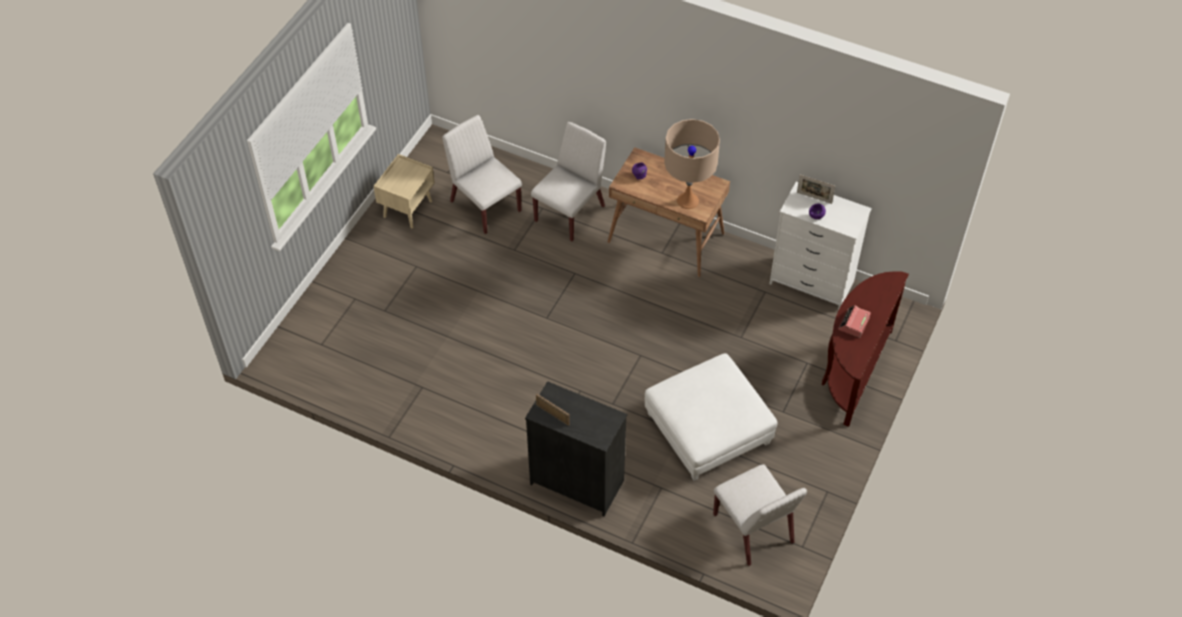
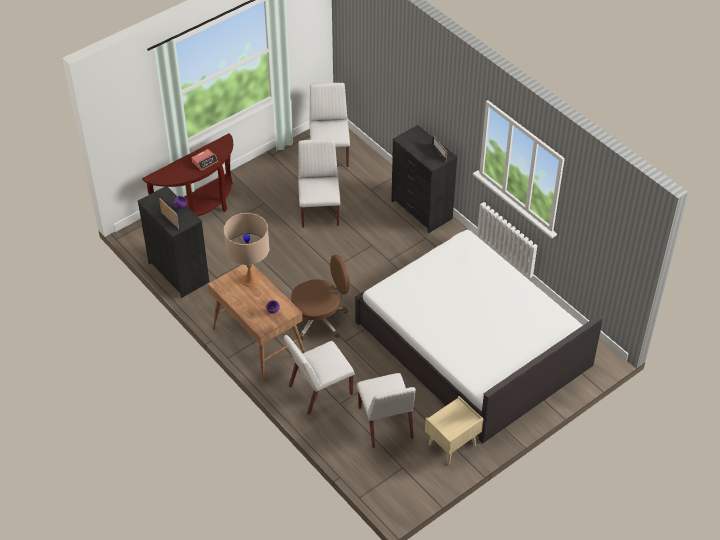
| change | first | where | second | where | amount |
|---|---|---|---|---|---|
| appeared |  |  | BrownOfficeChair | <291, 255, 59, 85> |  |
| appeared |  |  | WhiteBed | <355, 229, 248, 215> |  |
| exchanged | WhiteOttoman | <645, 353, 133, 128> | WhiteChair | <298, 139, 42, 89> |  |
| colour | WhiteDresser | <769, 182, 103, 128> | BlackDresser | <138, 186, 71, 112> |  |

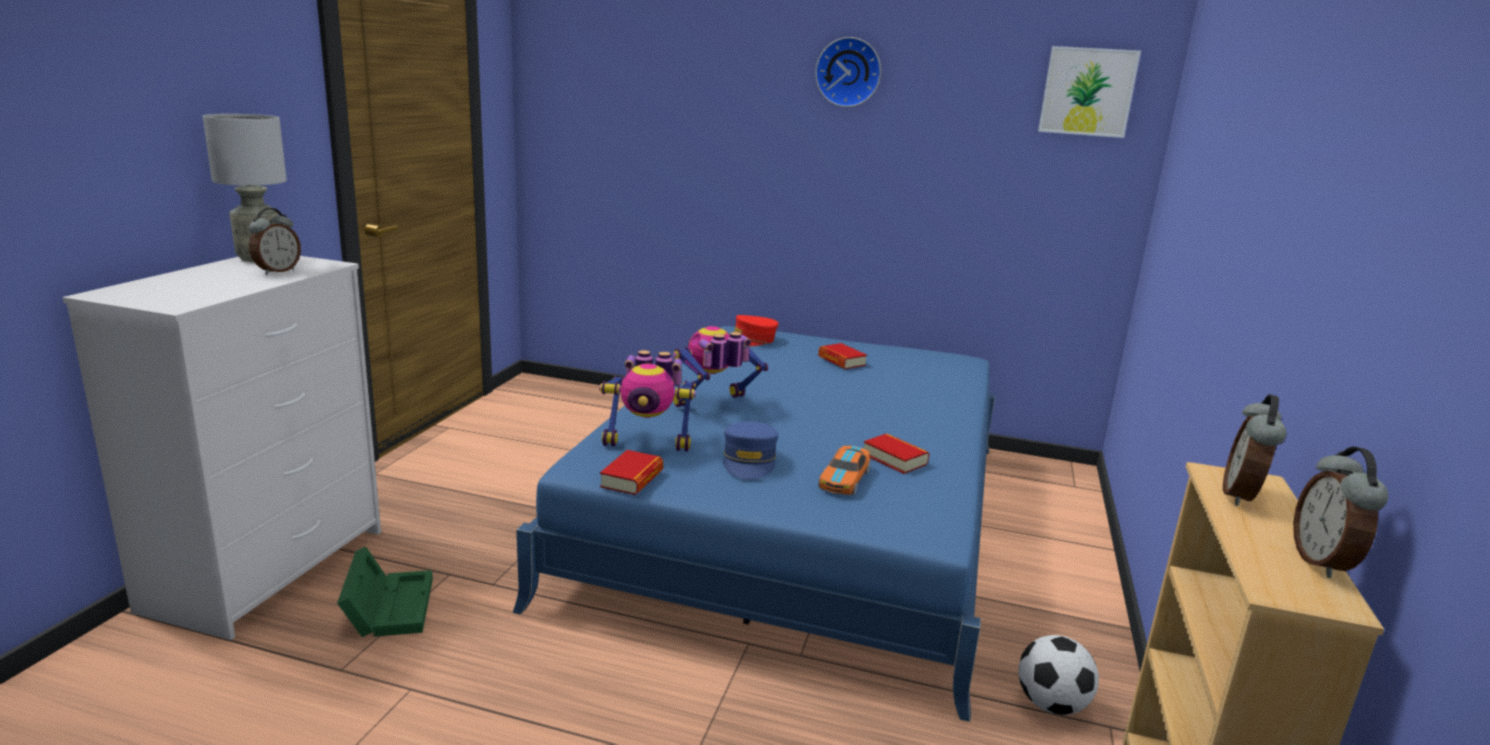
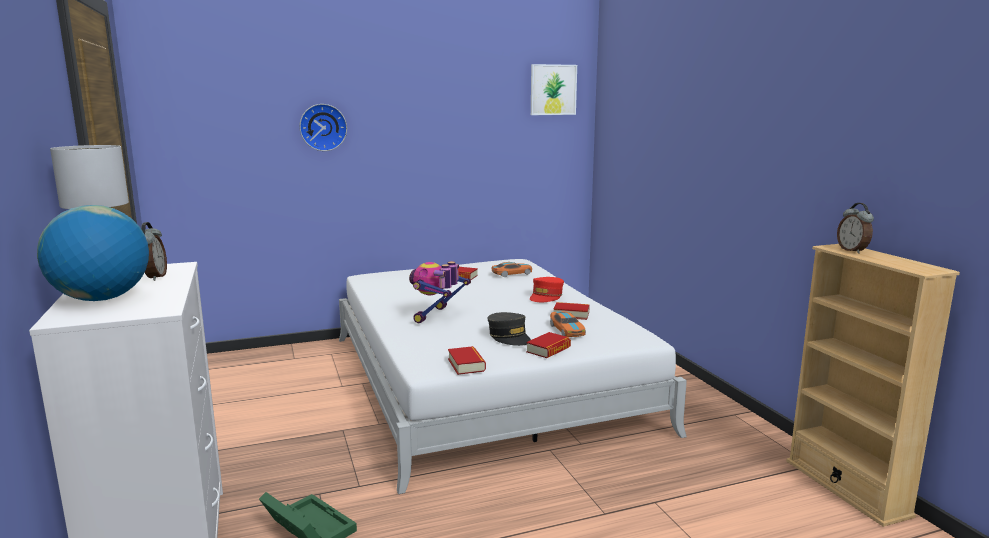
| change | first | where | second | where | amount |
|---|---|---|---|---|---|
| missing | ToyRobot | <599, 350, 97, 101> |  |  |  |
| missing | Football | <1018, 635, 81, 80> |  |  |  |
| missing | AlarmClock | <1293, 446, 95, 132> |  |  |  |
| appeared |  |  | Globe | <37, 205, 112, 96> |  |
| appeared |  |  | ToyCar | <492, 262, 40, 15> |  |
| appeared |  |  | Book | <526, 332, 45, 26> |  |
| relocated | RedCap | <734, 315, 45, 31> |  | <530, 277, 34, 25> |  |
| relocated | WallClock | <815, 37, 66, 70> |  | <299, 104, 48, 47> |  |
| colour | BlueBed | <513, 326, 482, 396> | WhiteBed | <339, 259, 348, 235> |  |
| colour | BlueCap | <723, 421, 55, 59> | GreyCap | <488, 312, 43, 34> |  |

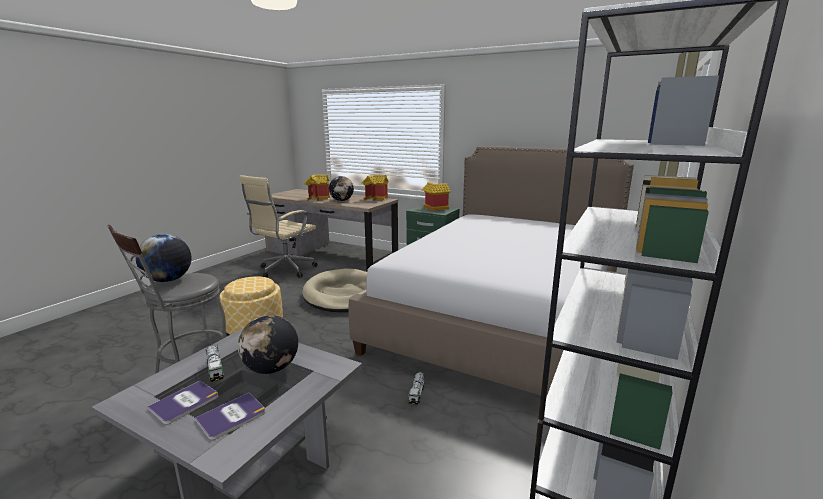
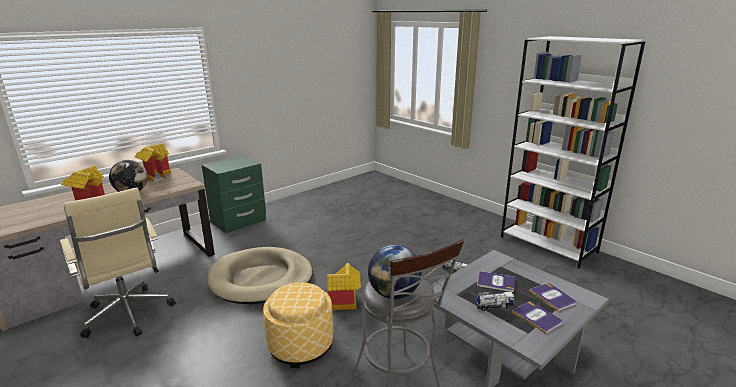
| change | first | where | second | where | amount |
|---|---|---|---|---|---|
| missing | Bed | <349, 146, 285, 251> |  |  |  |
| relocated | ToyHouse | <422, 182, 28, 29> |  | <327, 263, 34, 47> |  |
| exchanged | Globe | <238, 315, 60, 59> | Book | <477, 271, 38, 21> |  |

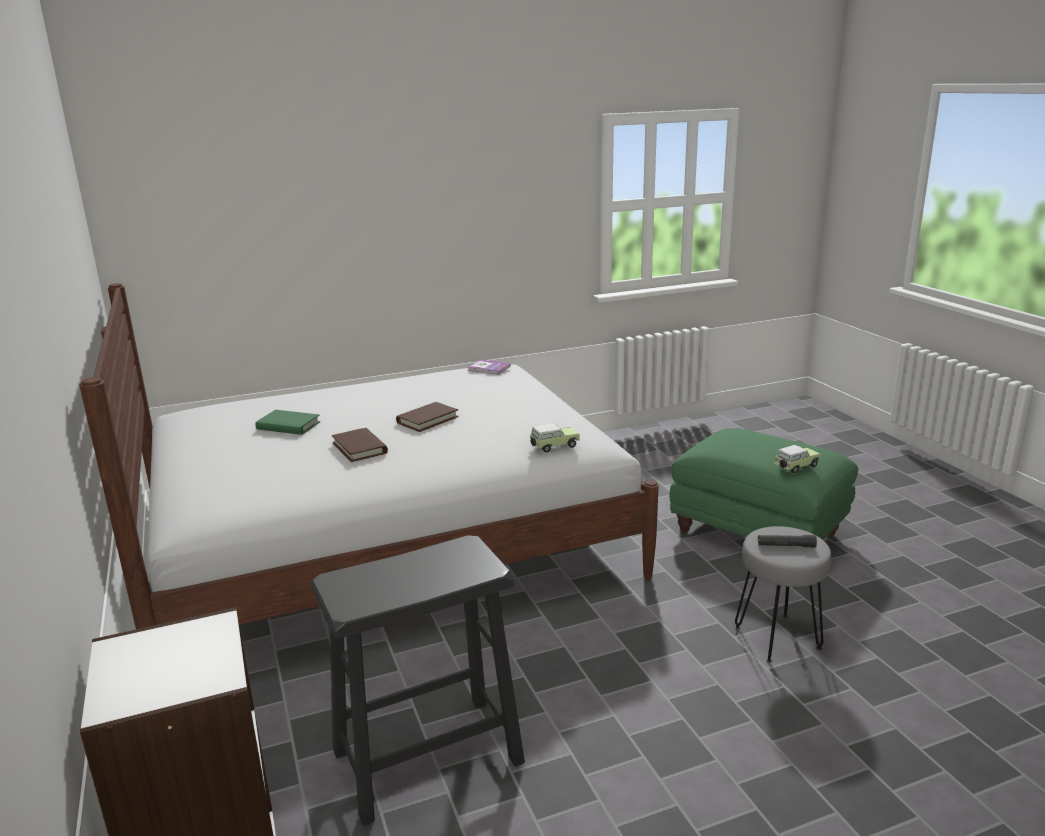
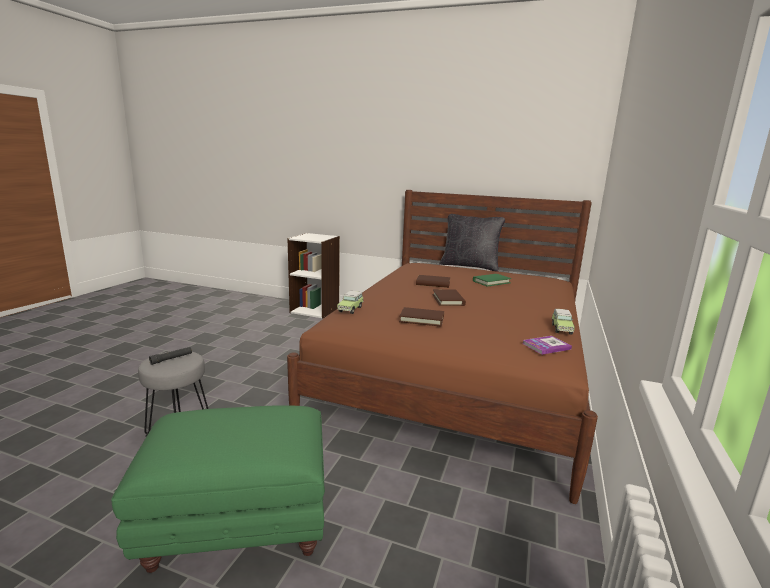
| change | first | where | second | where | amount |
|---|---|---|---|---|---|
| missing | BlackStool | <311, 535, 214, 291> |  |  |  |
| appeared |  |  | BrownBook | <399, 307, 45, 20> |  |
| appeared |  |  | BlackPillow | <439, 214, 66, 58> |  |
| relocated | ToyCar | <774, 445, 47, 28> |  | <552, 309, 23, 26> |  |
| colour | WhiteBed | <79, 283, 580, 346> | BrownBed | <287, 190, 311, 314> |  |

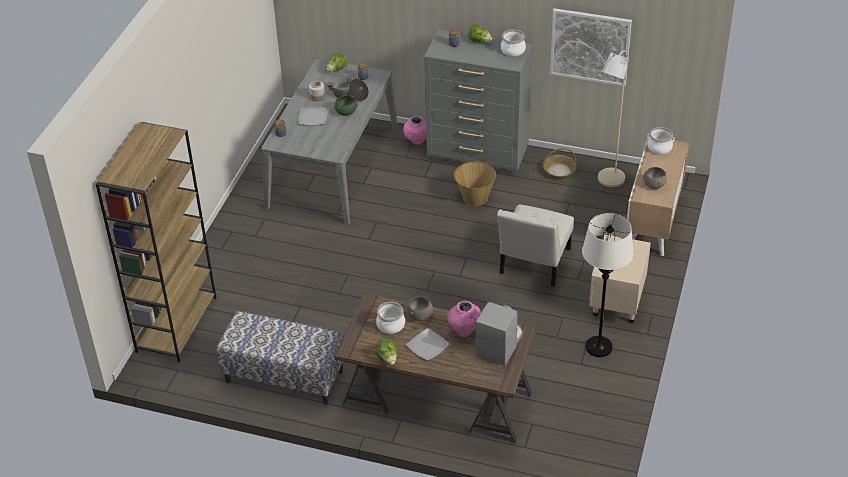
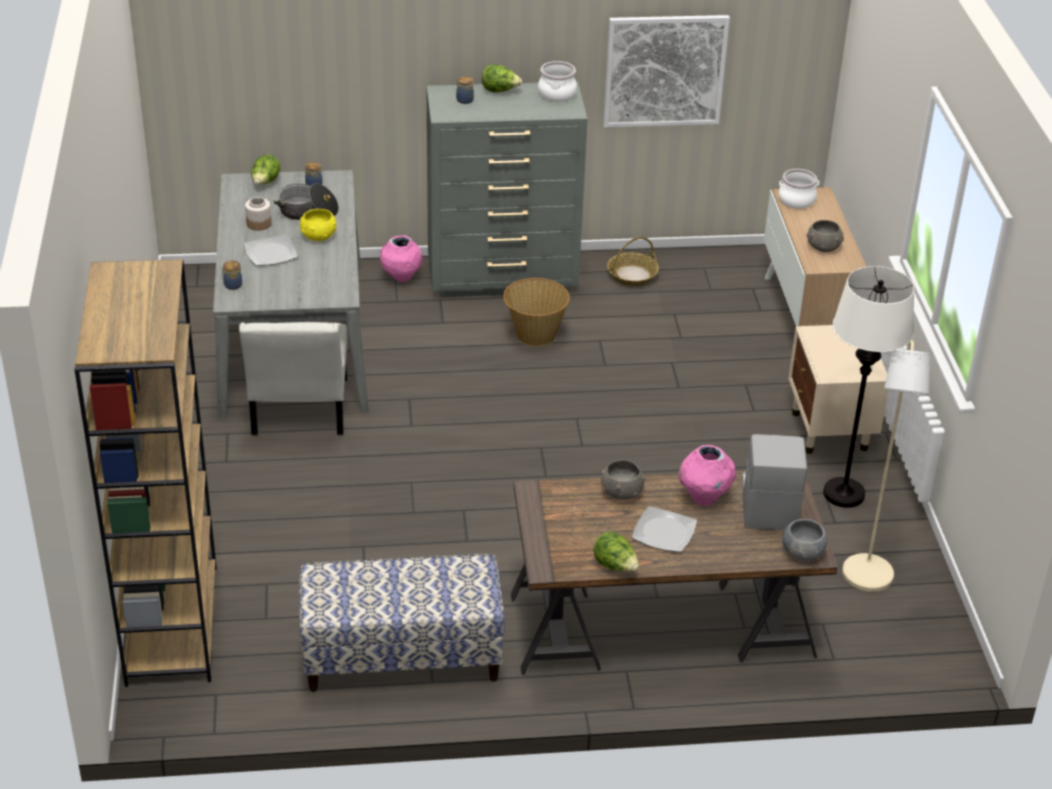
| change | first | where | second | where | amount |
|---|---|---|---|---|---|
| missing | CookingPot | <376, 302, 29, 32> |  |  |  |
| appeared |  |  | GreyBowl | <782, 519, 45, 41> |  |
| relocated | WhiteChair | <497, 204, 77, 83> |  | <239, 322, 109, 113> |  |
| relocated | BeigeFloorLamp | <598, 51, 31, 136> |  | <842, 340, 88, 252> |  |
| colour | GreenBowl | <334, 96, 24, 20> | YellowBowl | <300, 209, 36, 32> |  |

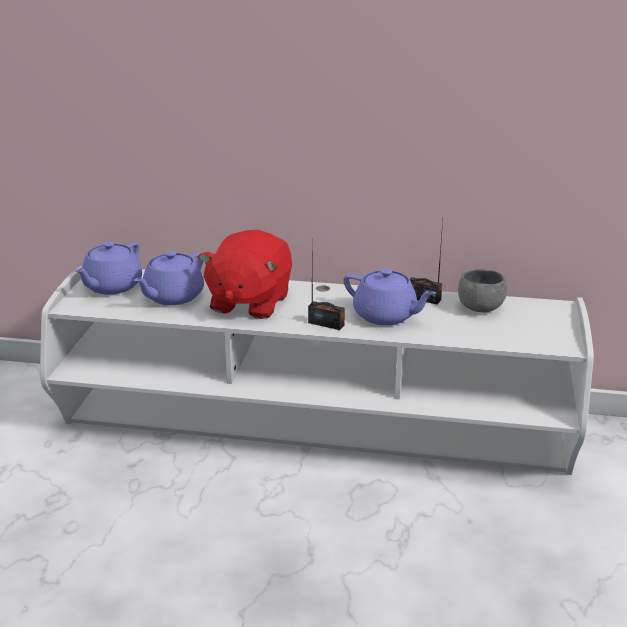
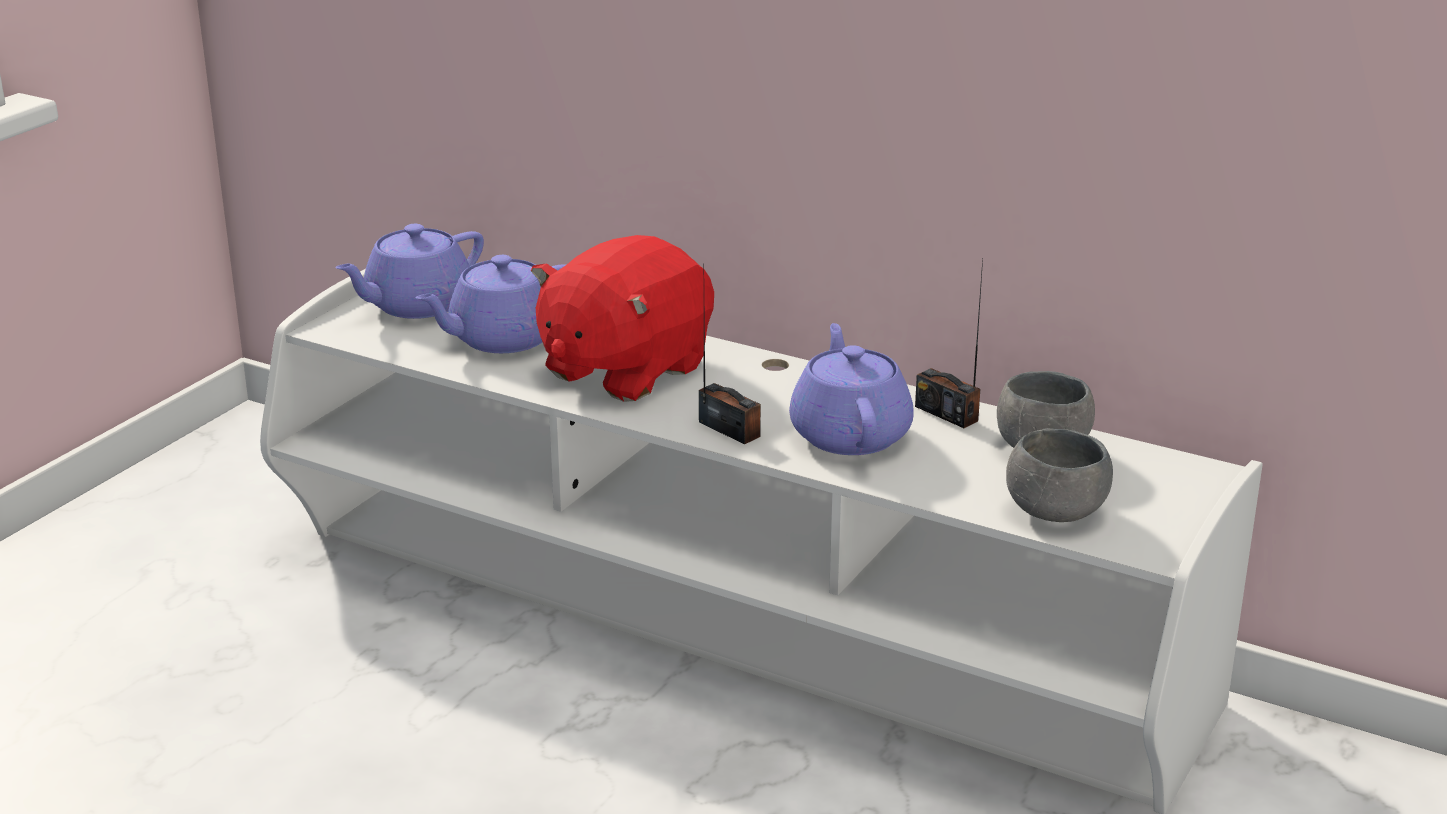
| change | first | where | second | where | amount |
|---|---|---|---|---|---|
| appeared |  |  | GreyBowl | <1006, 428, 107, 94> |  |
| spun | PurpleTeapot | <343, 269, 93, 56> |  | <789, 323, 125, 132> | 150 degrees counterclockwise |

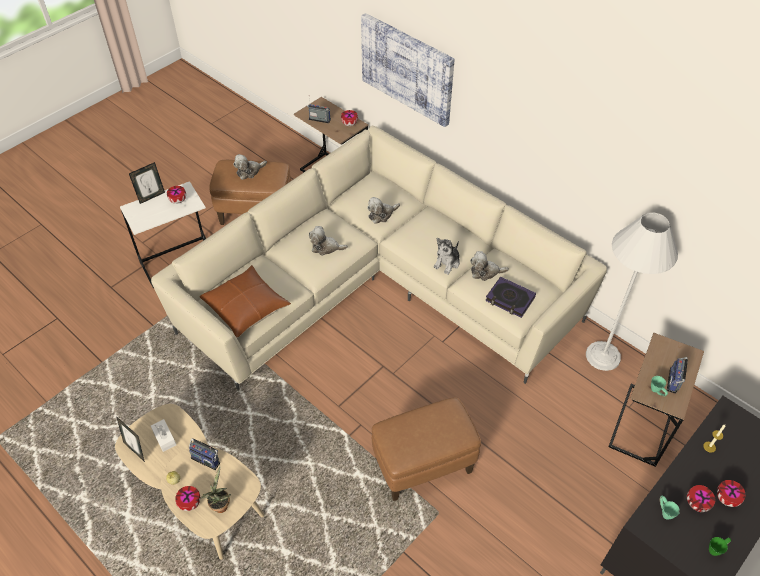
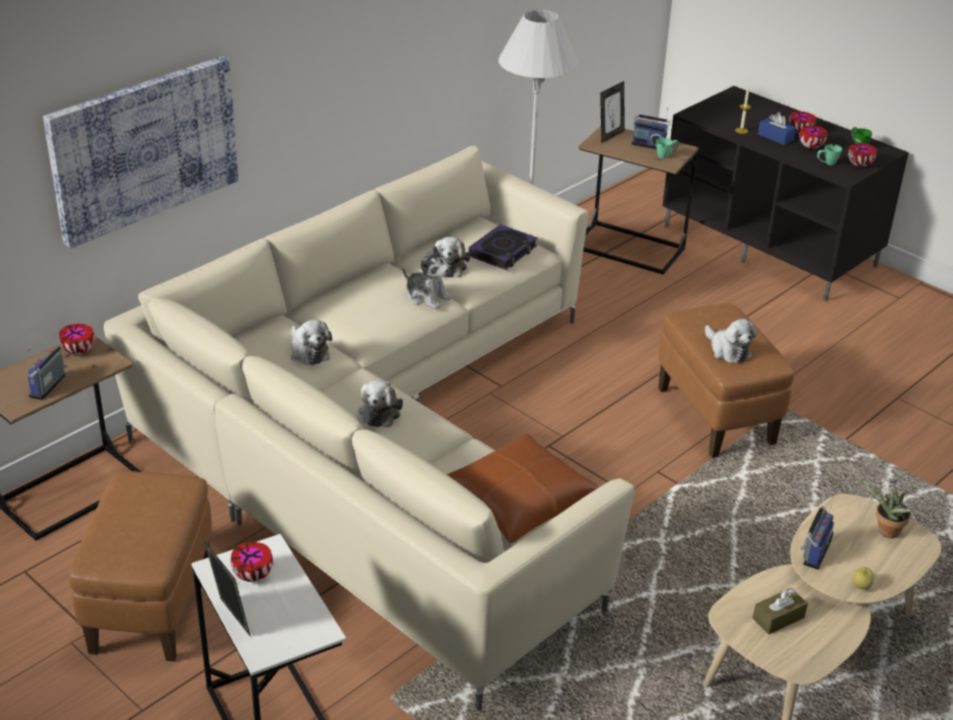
| change | first | where | second | where | amount |
|---|---|---|---|---|---|
| appeared |  |  | BlueTissueBox | <758, 112, 38, 33> |  |
| relocated | PictureFrame | <116, 416, 29, 46> |  | <600, 81, 25, 62> |  |
| relocated | Bowl | <175, 486, 25, 25> |  | <848, 143, 29, 24> |  |
| relocated | PlushToy | <233, 154, 34, 26> |  | <705, 319, 52, 45> |  |
| colour | WhiteTissueBox | <151, 419, 26, 33> | BrownTissueBox | <753, 588, 55, 46> |  |

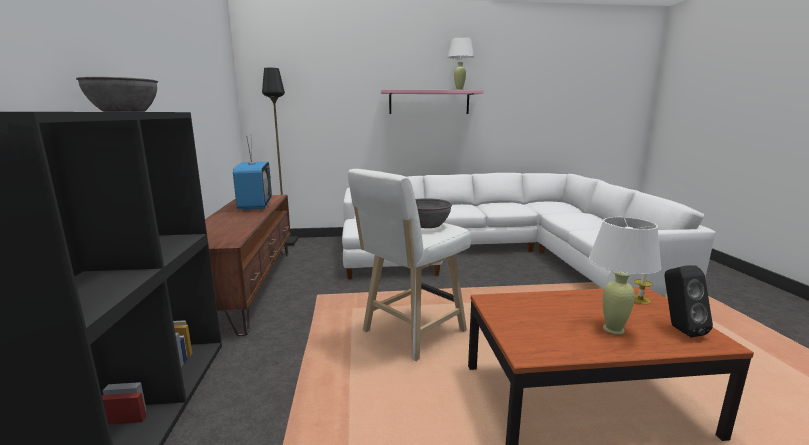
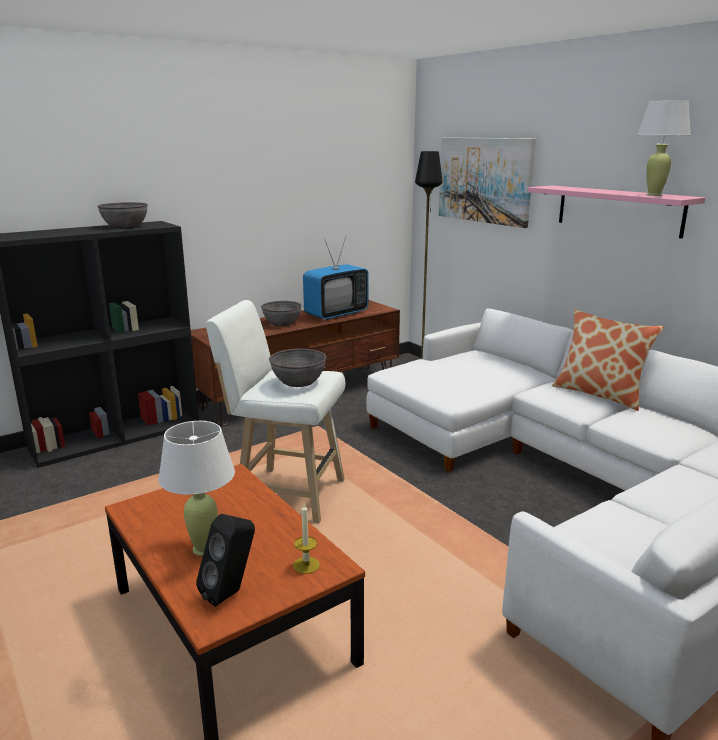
| change | first | where | second | where | amount |
|---|---|---|---|---|---|
| appeared |  |  | GreyBowl | <261, 301, 41, 25> |  |
| appeared |  |  | Picture | <439, 137, 97, 91> |  |
| appeared |  |  | Pillow | <552, 309, 112, 102> |  |

